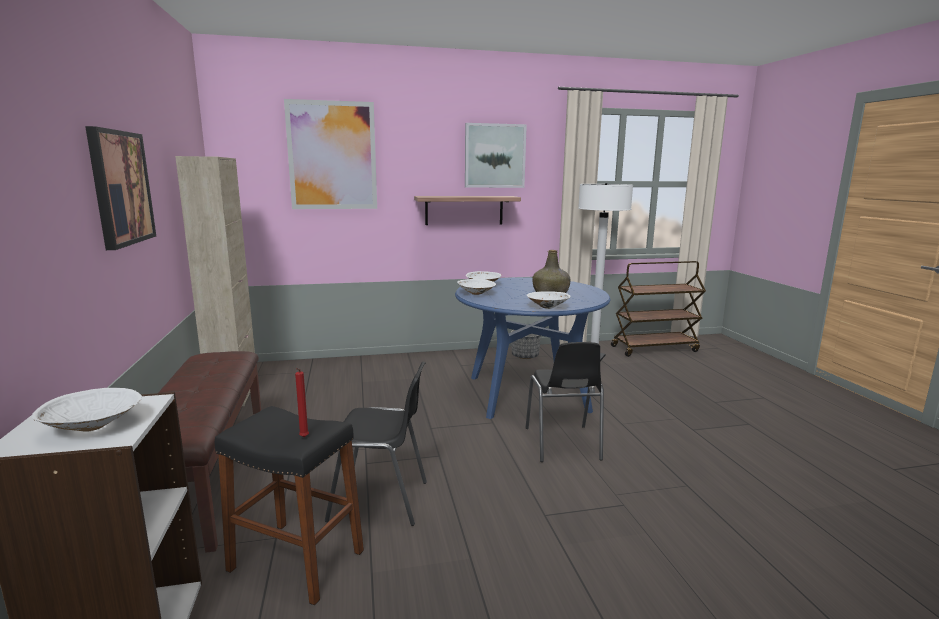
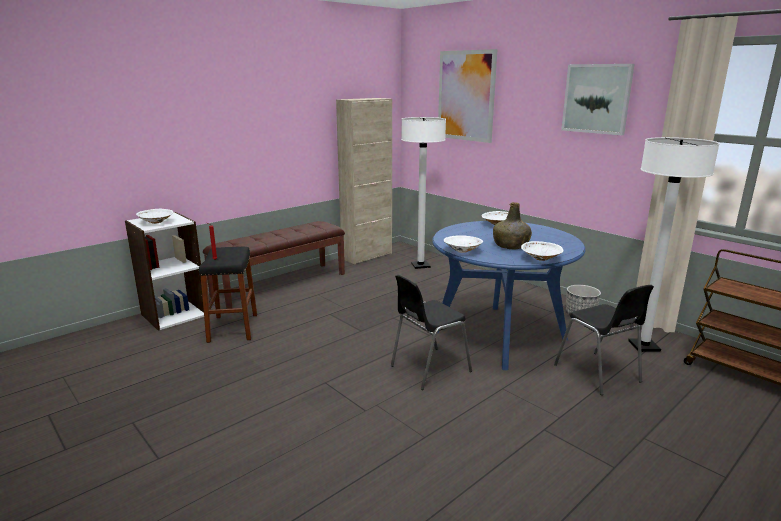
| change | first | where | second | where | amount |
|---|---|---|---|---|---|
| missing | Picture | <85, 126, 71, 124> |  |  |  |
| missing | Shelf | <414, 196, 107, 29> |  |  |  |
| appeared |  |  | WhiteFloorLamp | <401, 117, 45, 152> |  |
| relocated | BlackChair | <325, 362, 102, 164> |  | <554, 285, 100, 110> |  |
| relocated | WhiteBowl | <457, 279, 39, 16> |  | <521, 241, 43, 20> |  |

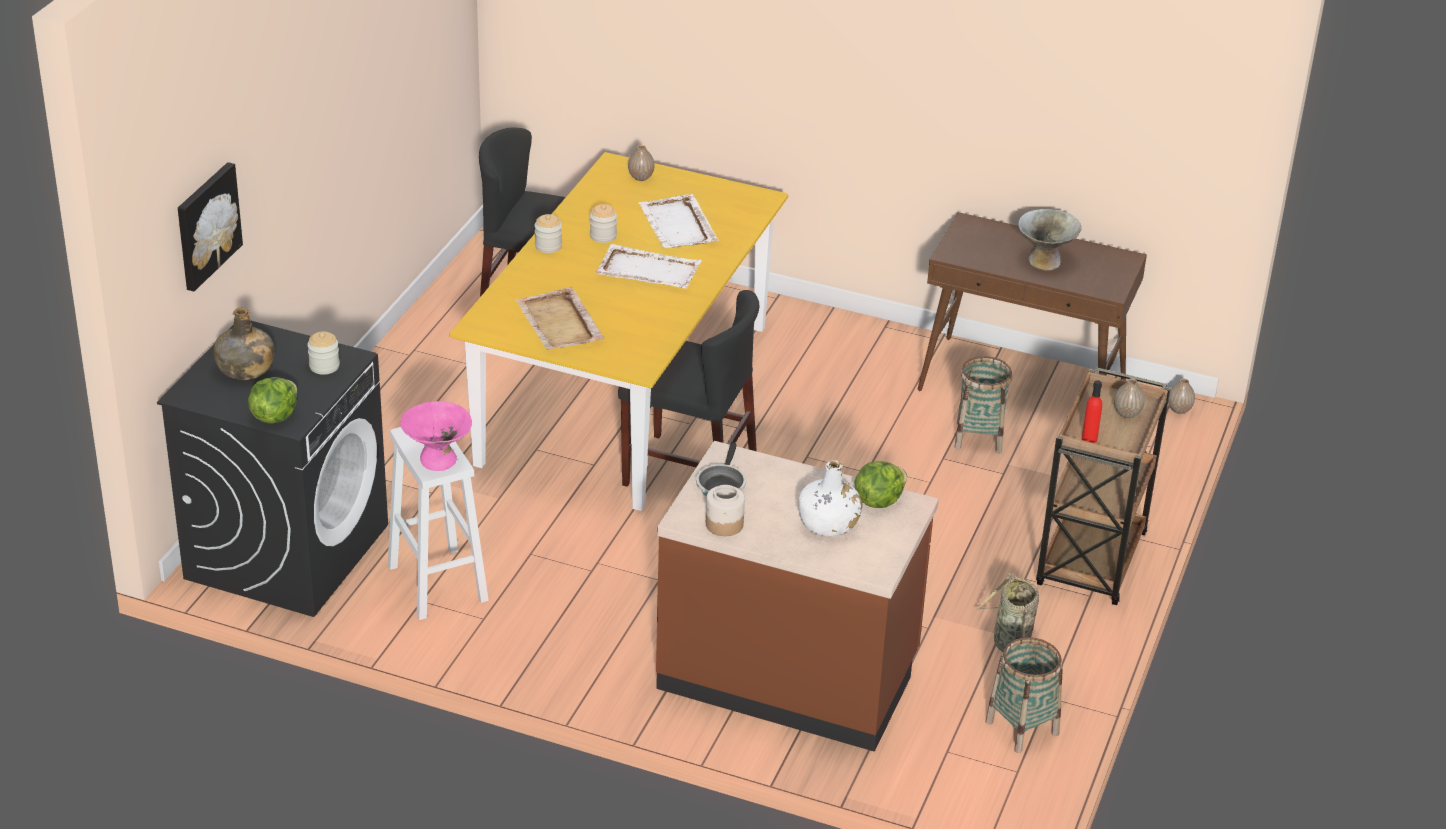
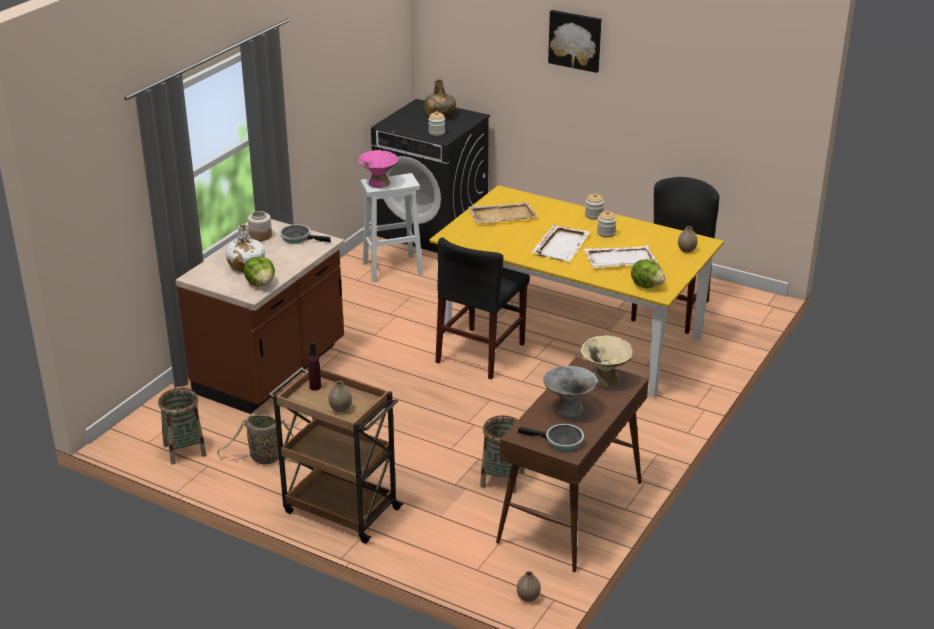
| change | first | where | second | where | amount |
|---|---|---|---|---|---|
| appeared |  |  | FryingPan | <518, 424, 66, 27> |  |
| appeared |  |  | BeigeBowl | <581, 336, 52, 51> |  |
| relocated | Picture | <178, 162, 65, 129> |  | <548, 10, 53, 63> |  |
| relocated | Lettuce | <248, 377, 49, 46> |  | <631, 259, 34, 30> |  |
| colour | RedBottle | <1082, 380, 20, 63> | PurpleBottle | <308, 342, 13, 49> |  |

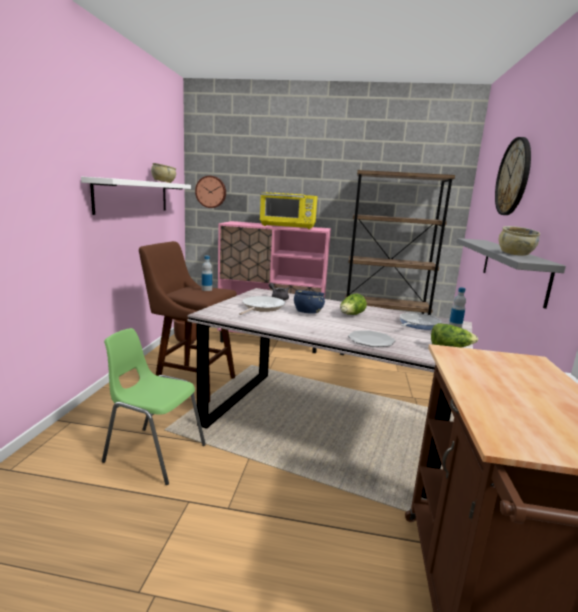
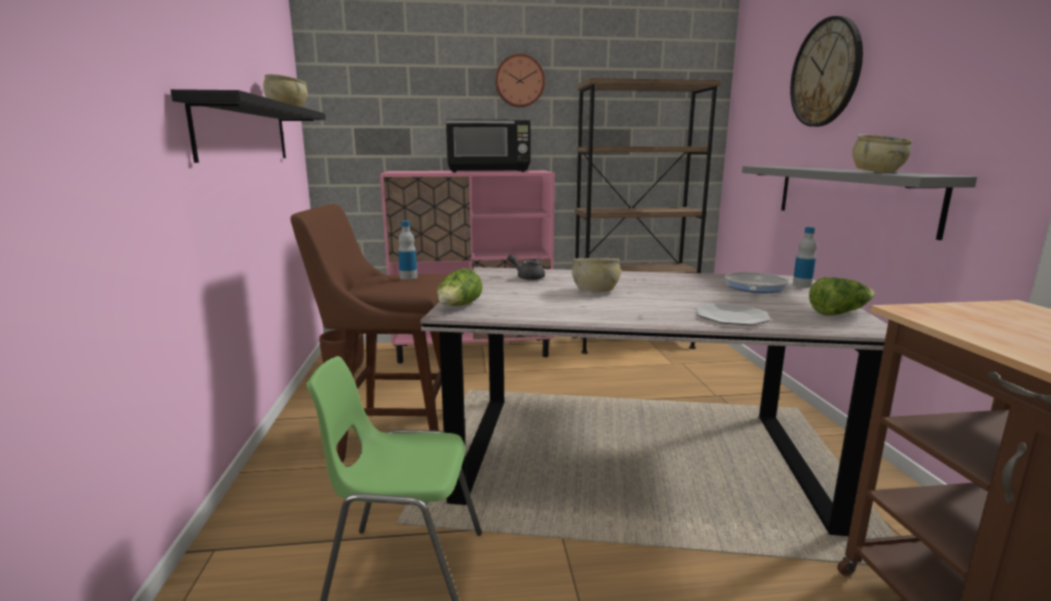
| change | first | where | second | where | amount |
|---|---|---|---|---|---|
| missing | FryingPan | <239, 296, 46, 19> |  |  |  |
| relocated | WallClock | <195, 176, 31, 32> |  | <495, 54, 50, 53> |  |
| relocated | Lettuce | <340, 293, 27, 22> |  | <437, 268, 45, 38> |  |
| colour | WhiteShelf | <81, 177, 110, 38> | BlackShelf | <170, 89, 156, 74> |  |
| colour | YellowMicrowave | <260, 192, 58, 37> | BlackMicrowave | <446, 119, 85, 54> |  |
| colour | BlueBowl | <294, 290, 31, 24> | BeigeBowl | <572, 258, 49, 34> |  |

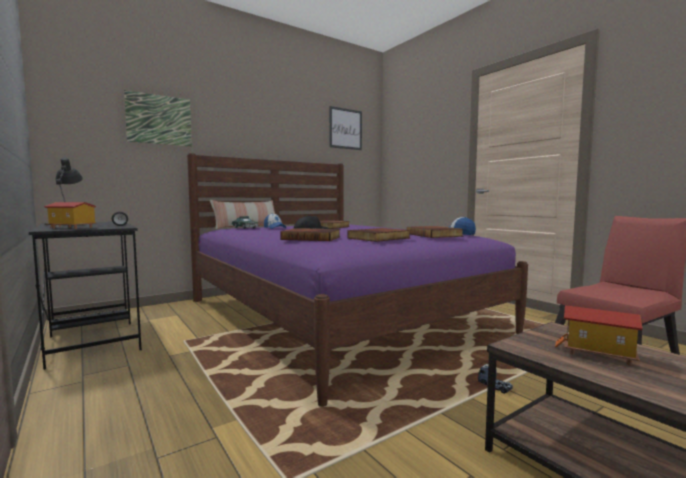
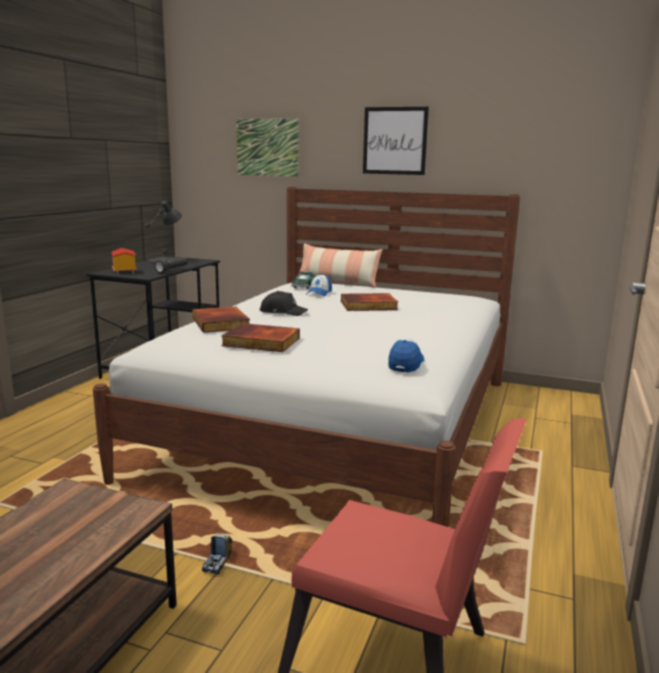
| change | first | where | second | where | amount |
|---|---|---|---|---|---|
| missing | Book | <407, 226, 56, 12> |  |  |  |
| missing | ToyHouse | <555, 305, 88, 60> |  |  |  |
| relocated | Picture | <329, 106, 33, 44> |  | <363, 107, 66, 68> |  |
| colour | PurpleBed | <187, 153, 341, 254> | WhiteBed | <93, 187, 427, 340> |  |

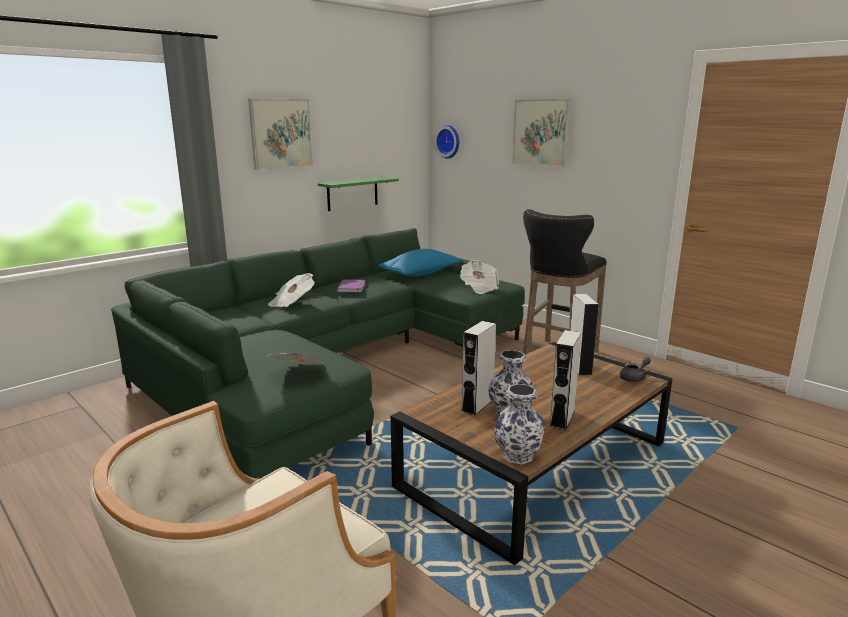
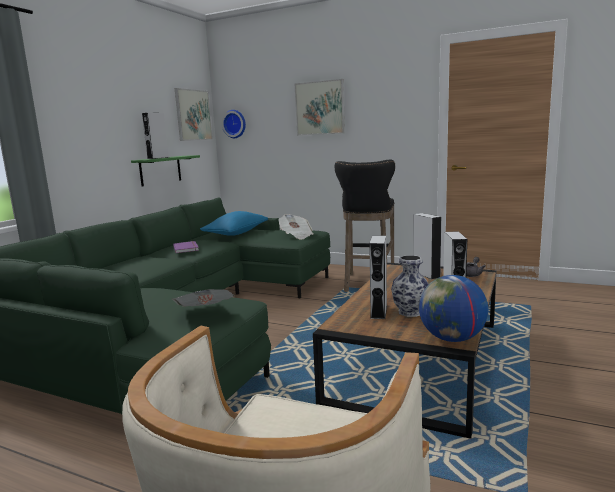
| change | first | where | second | where | amount |
|---|---|---|---|---|---|
| missing | Newspaper | <268, 273, 46, 34> |  |  |  |
| appeared |  |  | GreySpeaker | <142, 113, 27, 46> |  |
| relocated | Picture | <248, 98, 65, 72> |  | <175, 88, 38, 53> |  |
| exchanged | Vase | <494, 384, 51, 80> | Globe | <419, 275, 69, 67> |  |

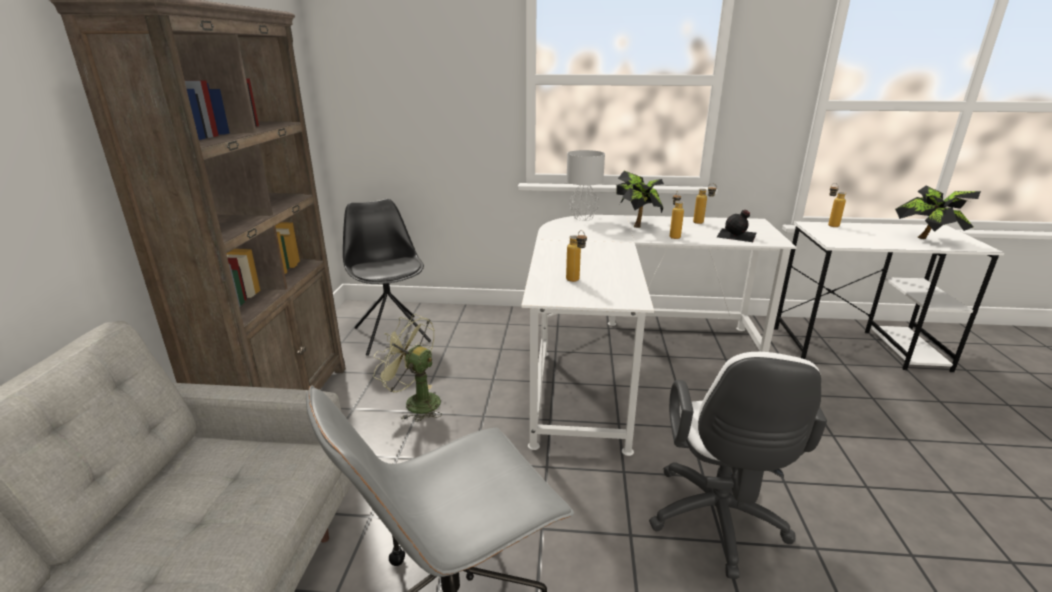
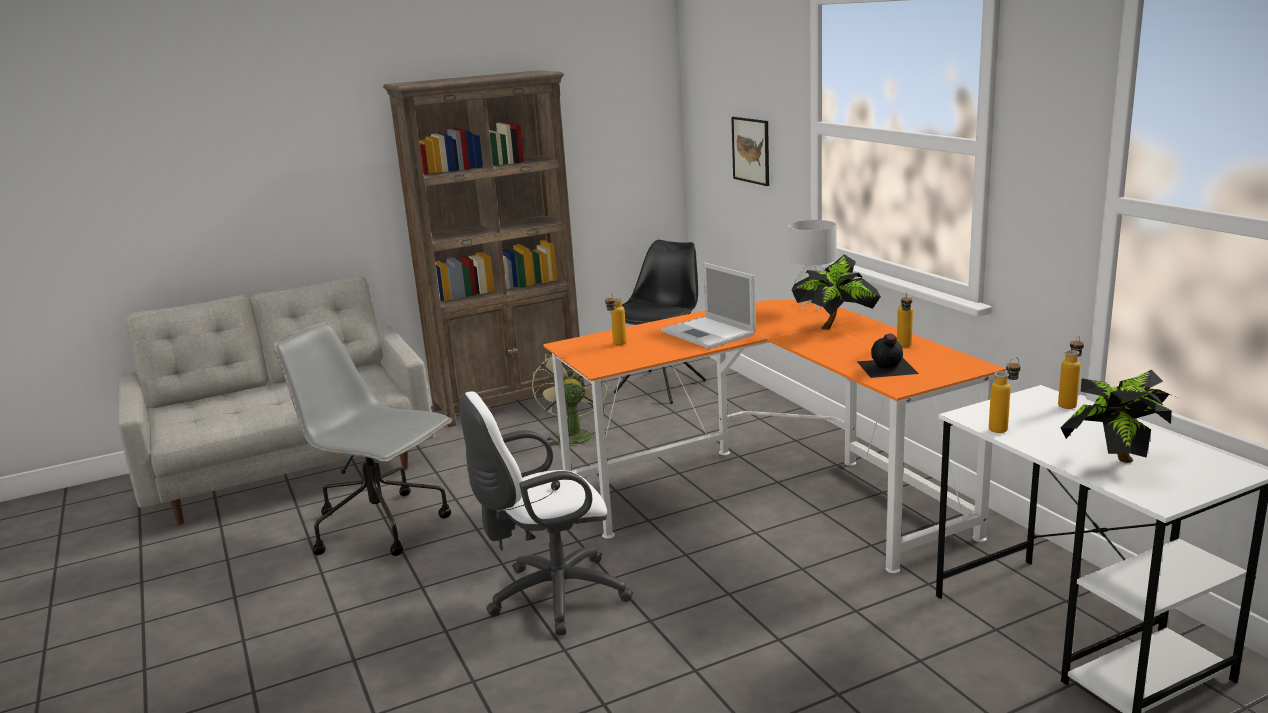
| change | first | where | second | where | amount |
|---|---|---|---|---|---|
| appeared |  |  | Laptop | <661, 263, 95, 86> |  |
| appeared |  |  | Picture | <731, 117, 38, 69> |  |
| relocated | Bottle | <670, 191, 14, 48> |  | <989, 357, 32, 76> |  |
| colour | WhiteDesk | <521, 215, 276, 241> | OrangeDesk | <543, 300, 463, 273> |  |

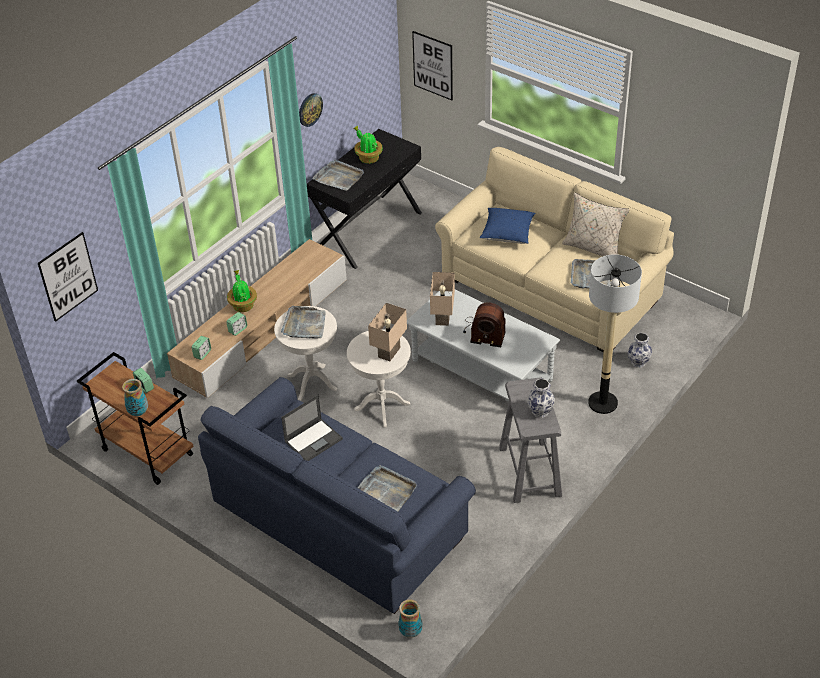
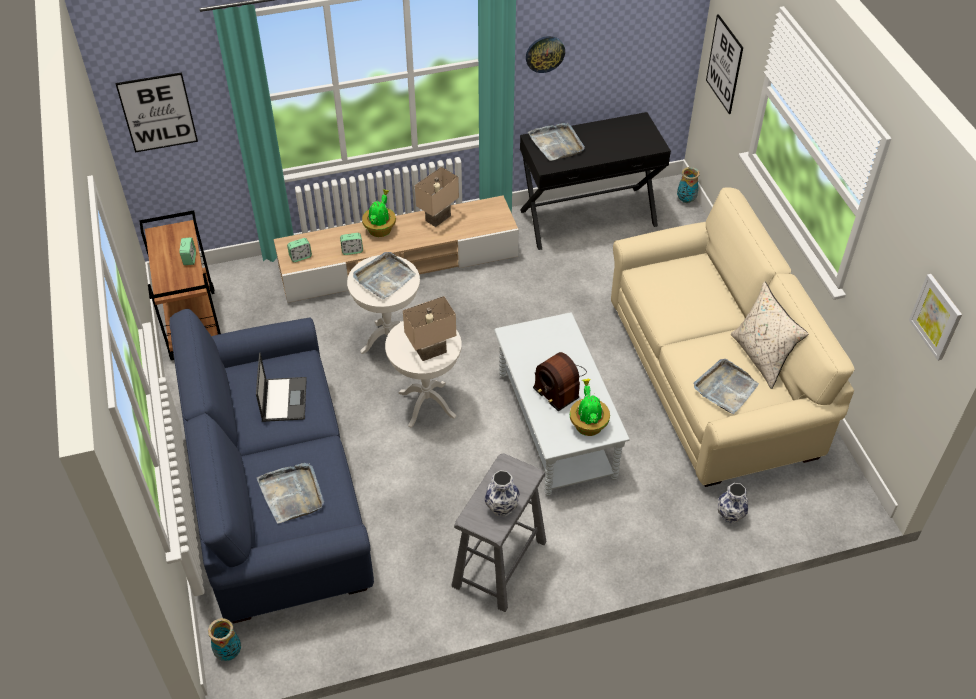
| change | first | where | second | where | amount |
|---|---|---|---|---|---|
| missing | BluePillow | <480, 208, 55, 36> |  |  |  |
| missing | FloorLamp | <588, 254, 54, 160> |  |  |  |
| appeared |  |  | Picture | <909, 274, 53, 87> |  |
| relocated | Vase | <122, 379, 26, 37> |  | <677, 167, 23, 36> |  |
| relocated | PottedPlant | <353, 126, 30, 38> |  | <570, 379, 40, 57> |  |
| relocated | BeigeTableLamp | <430, 272, 25, 54> |  | <415, 167, 44, 60> |  |
| spun | Laptop | <281, 395, 62, 66> |  | <256, 353, 51, 69> | 90 degrees counterclockwise |

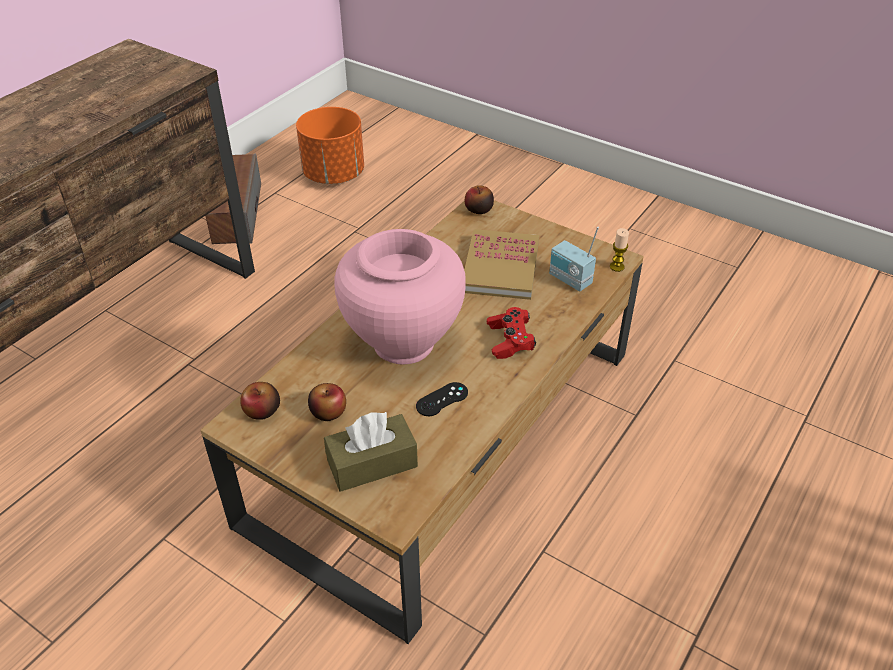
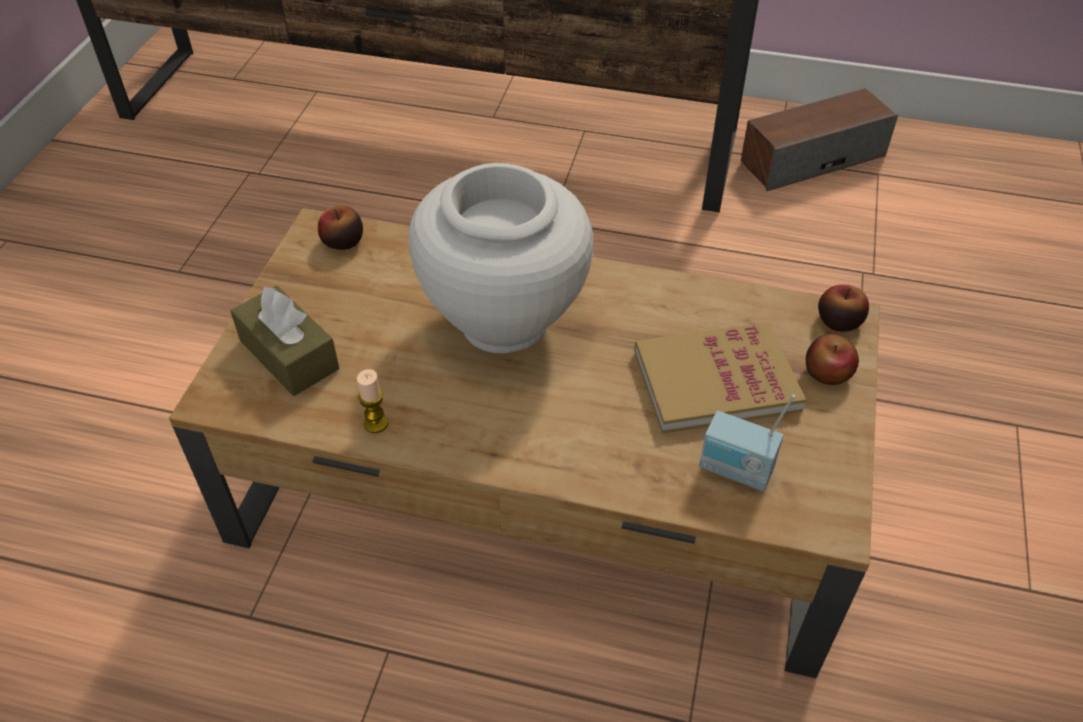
| change | first | where | second | where | amount |
|---|---|---|---|---|---|
| missing | OrangePlanter | <296, 107, 68, 77> |  |  |  |
| missing | BlackGameController | <416, 382, 52, 34> |  |  |  |
| missing | RedGameController | <487, 307, 49, 52> |  |  |  |
| relocated | Apple | <308, 383, 38, 38> |  | <806, 334, 53, 51> |  |
| relocated | Candle | <610, 228, 19, 44> |  | <357, 369, 31, 64> |  |
| colour | PinkVase | <334, 229, 132, 135> | WhiteVase | <409, 163, 184, 191> |  |
| spun | Radio | <549, 227, 50, 64> |  | <699, 394, 96, 97> | 90 degrees counterclockwise |

